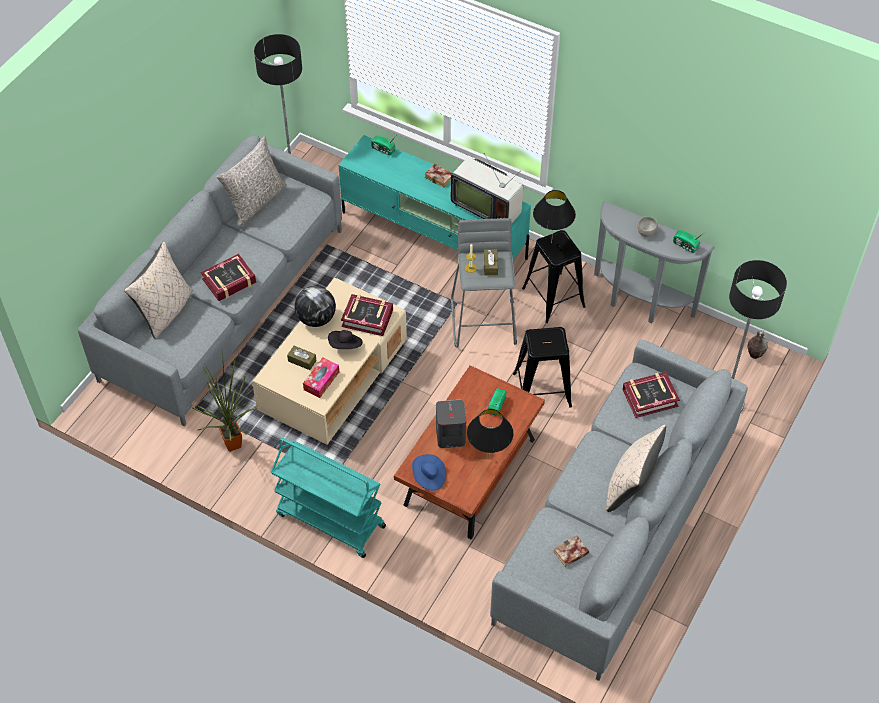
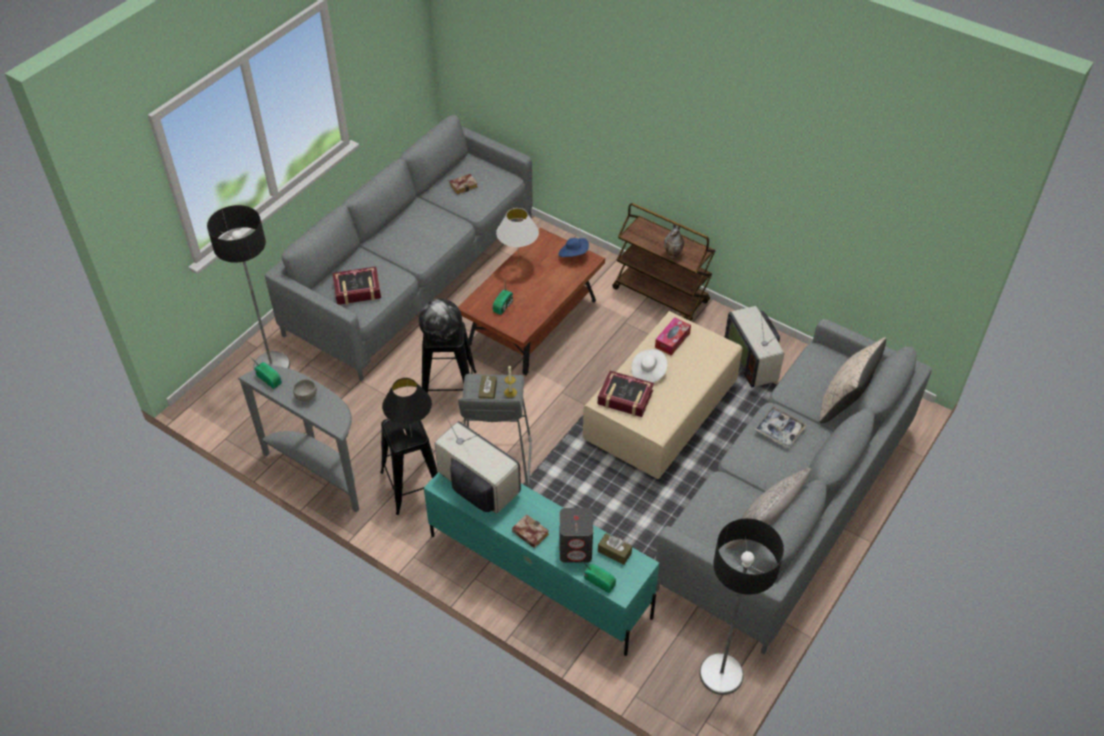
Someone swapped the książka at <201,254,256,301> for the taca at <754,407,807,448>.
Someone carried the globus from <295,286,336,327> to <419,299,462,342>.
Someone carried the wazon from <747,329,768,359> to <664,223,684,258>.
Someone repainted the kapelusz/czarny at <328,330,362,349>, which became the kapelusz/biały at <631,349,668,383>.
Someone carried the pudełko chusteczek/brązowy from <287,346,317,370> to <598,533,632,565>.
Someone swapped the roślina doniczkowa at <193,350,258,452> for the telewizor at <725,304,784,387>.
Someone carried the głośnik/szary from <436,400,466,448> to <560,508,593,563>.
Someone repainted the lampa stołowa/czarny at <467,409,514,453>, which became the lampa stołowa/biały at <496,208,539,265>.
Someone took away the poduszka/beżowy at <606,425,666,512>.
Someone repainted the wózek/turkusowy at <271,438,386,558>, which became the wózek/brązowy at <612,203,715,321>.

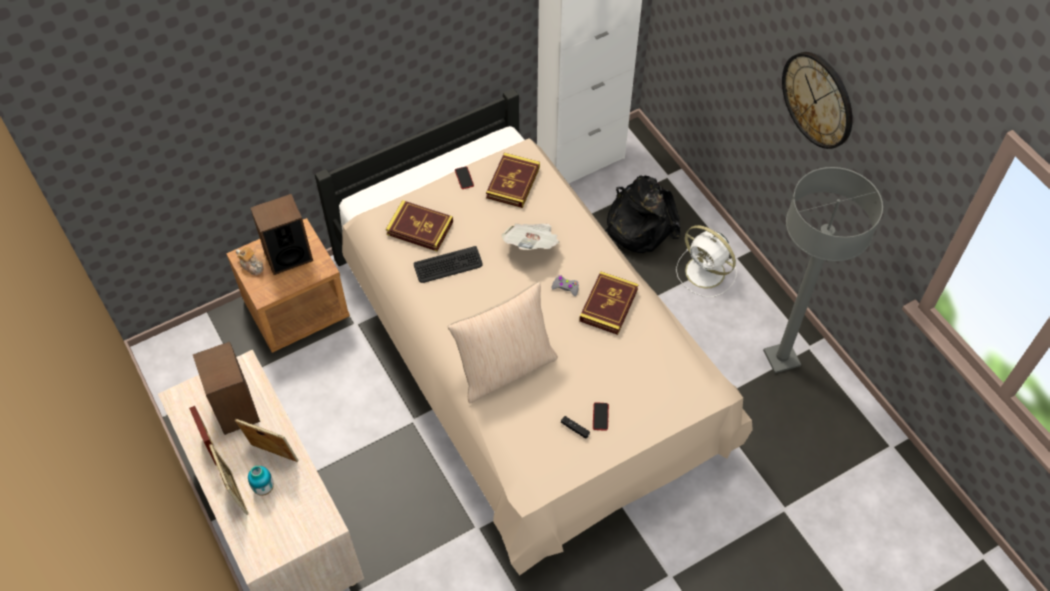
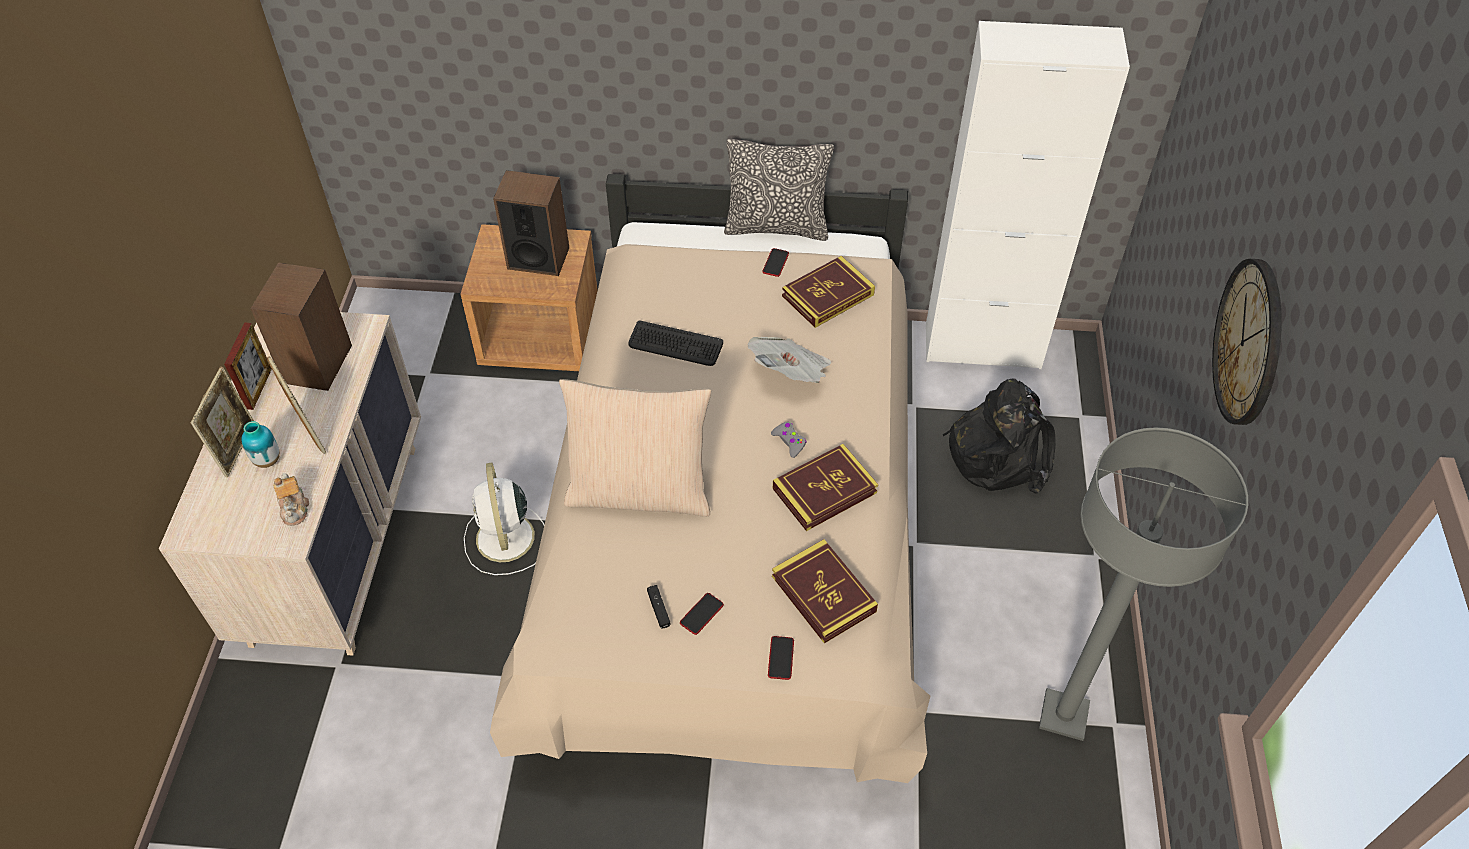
Someone carried the książka from <386,200,453,251> to <772,539,878,643>.
Someone carried the wentylator/biały from <676,225,737,297> to <464,463,544,575>.
Someone carried the imbryk from <236,246,264,276> to <273,473,309,526>.
Someone put down the poduszka at <724,139,834,241>.
Someone put down the telefon at <768,636,794,680>.

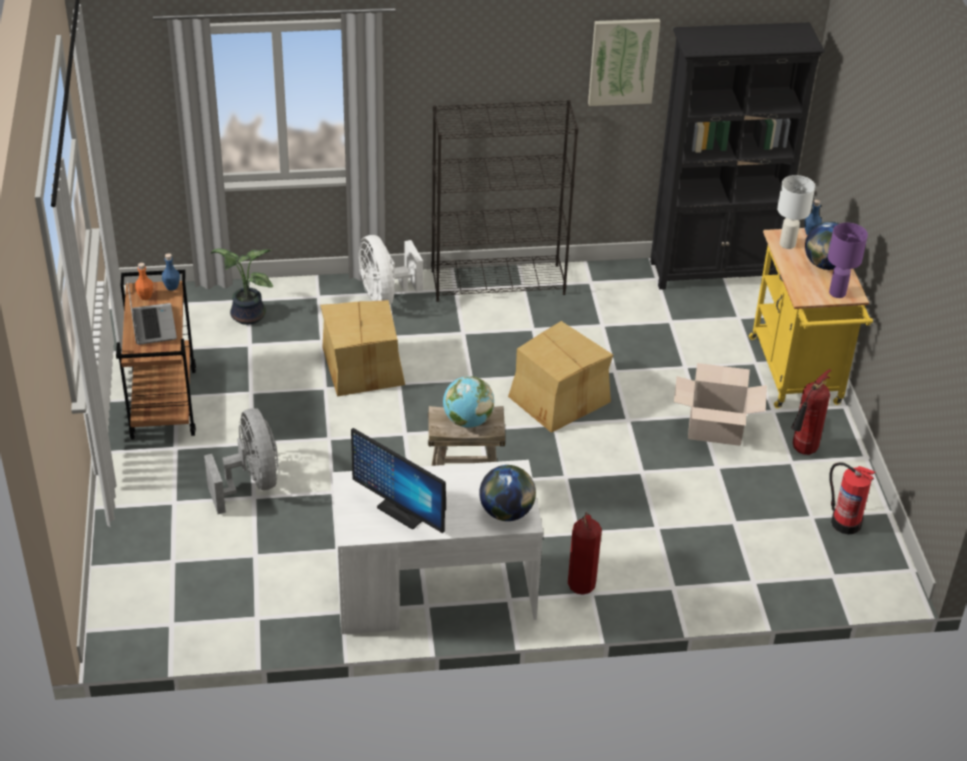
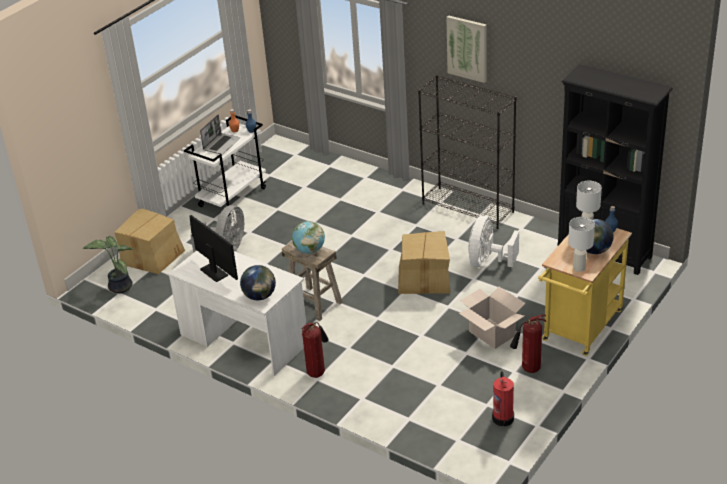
Someone carried the obraz from <588,19,660,106> to <446,15,487,83>.
Someone repainted the lampa stołowa/fioletowy at <828,223,868,298>, which became the lampa stołowa/biały at <568,217,595,272>.
Someone carried the wentylator/biały from <359,235,423,305> to <468,216,519,267>.
Someone carried the roślina doniczkowa from <211,249,273,325> to <83,236,133,294>.
Someone repainted the wózek/brązowy at <116,270,196,440>, which became the wózek/biały at <184,115,266,216>.
Someone carried the karton from <320,300,405,396> to <114,209,185,274>.
Someone rotated the monitor at <351,428,446,533> by 150 degrees clockwise.

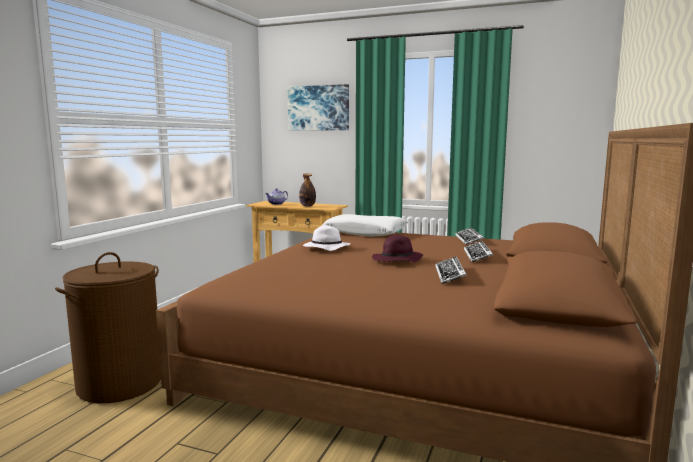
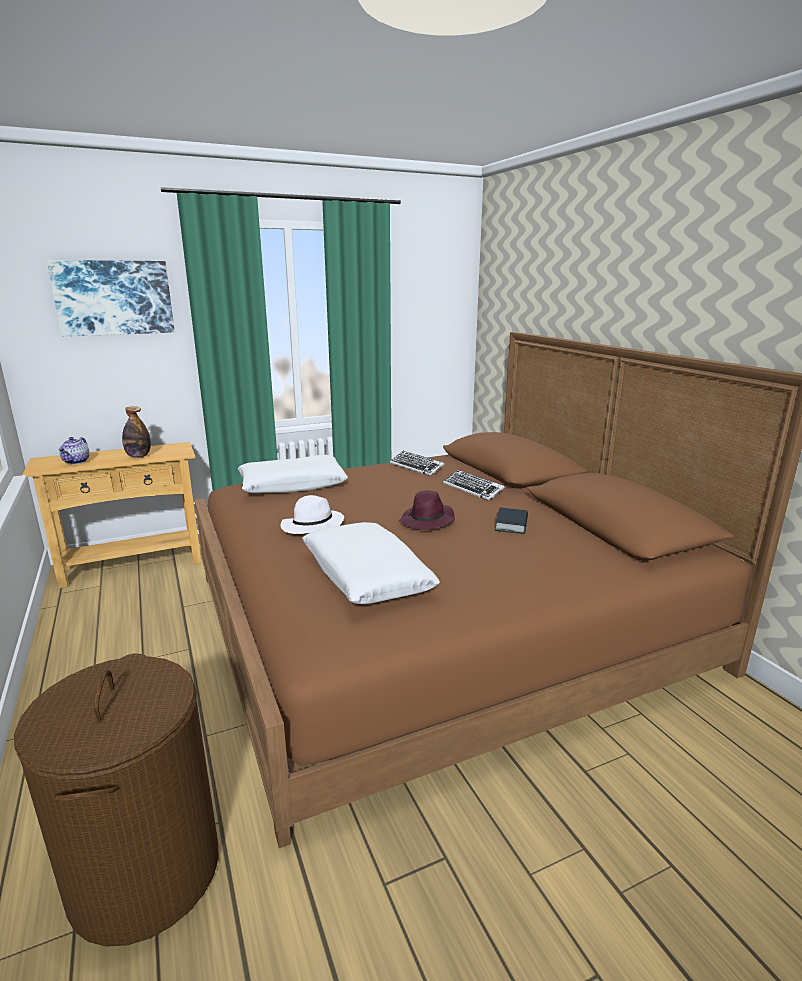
Someone swapped the klawiatura at <435,256,467,284> for the książka at <495,508,528,534>.
Someone put down the poduszka/biały at <302,522,440,604>.

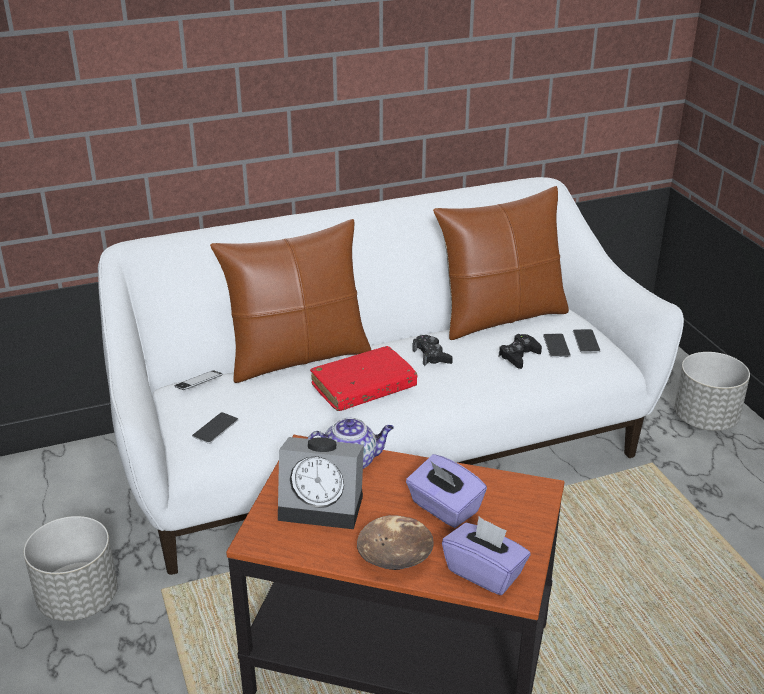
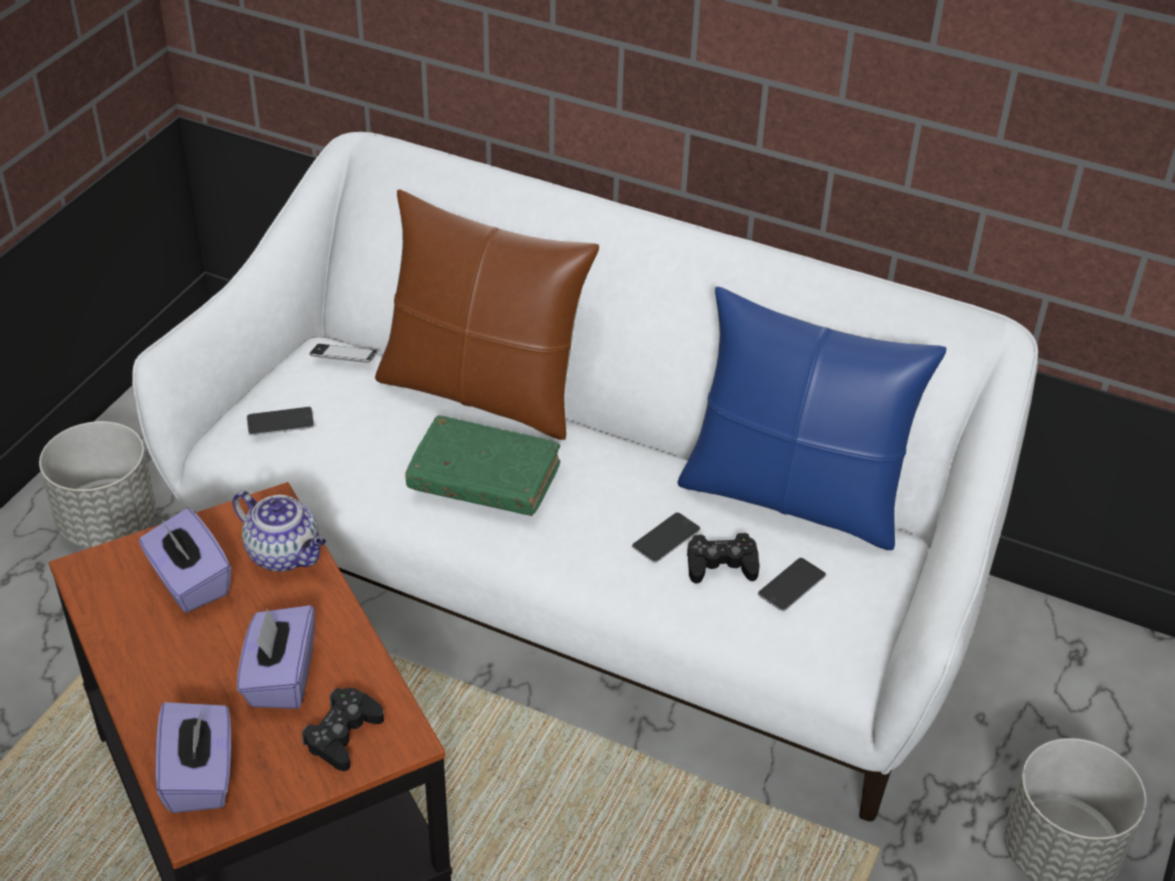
Someone repainted the poduszka/brązowy at <433,186,569,340>, which became the poduszka/niebieski at <677,287,946,550>.
Someone carried the telefon from <573,329,600,353> to <632,512,701,563>.
Someone carried the pad do gier/czarny from <412,335,453,366> to <302,688,384,771>.
Someone repainted the książka/czerwony at <310,346,418,411>, which became the książka/zielony at <405,415,560,516>.
Someone swapped the budzik at <278,437,364,529> for the pudełko chusteczek/fioletowy at <139,508,231,613>.
Someone took away the miska/brązowy at <357,515,434,570>.

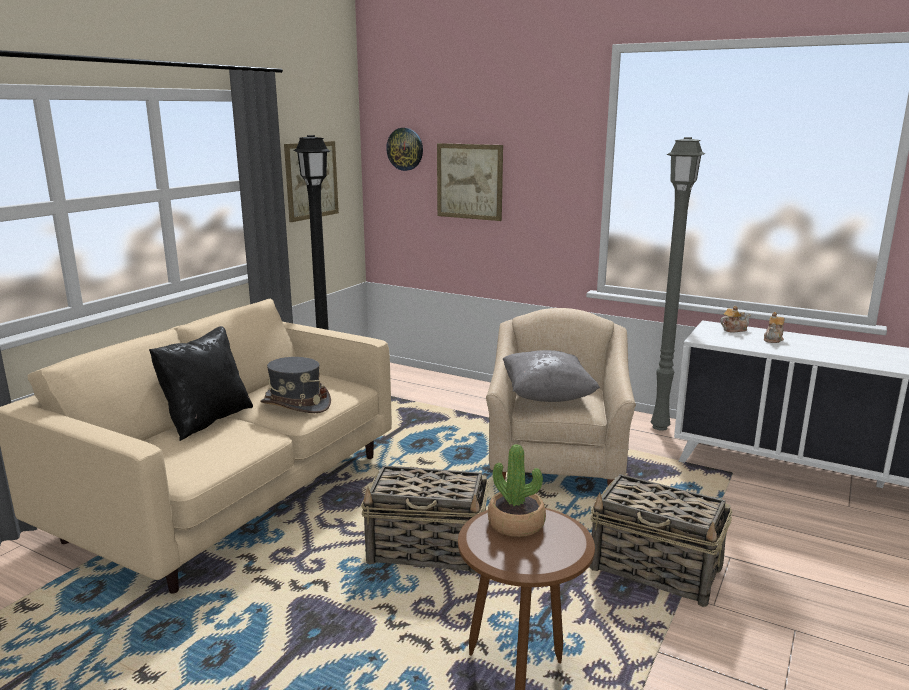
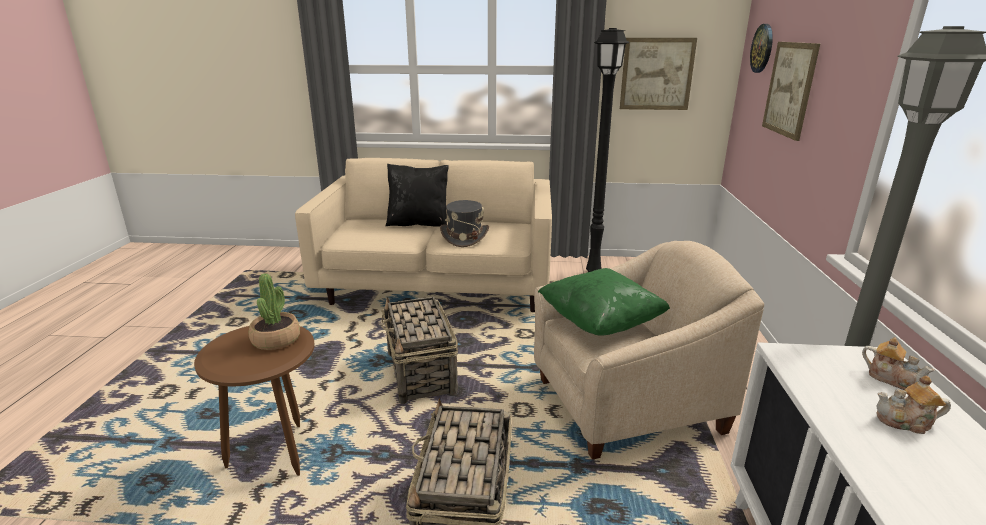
Someone repainted the poduszka/szary at <503,350,600,402>, which became the poduszka/zielony at <538,268,670,336>.

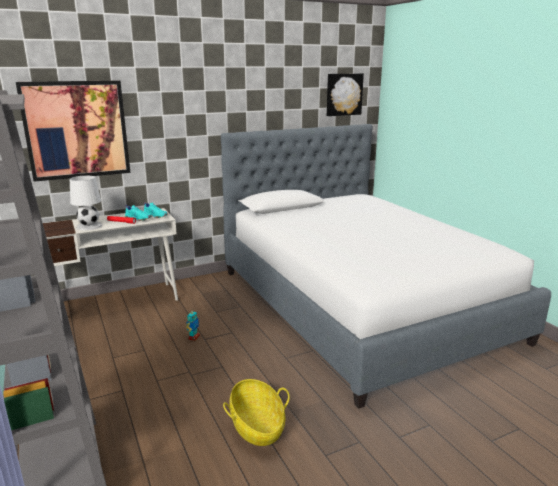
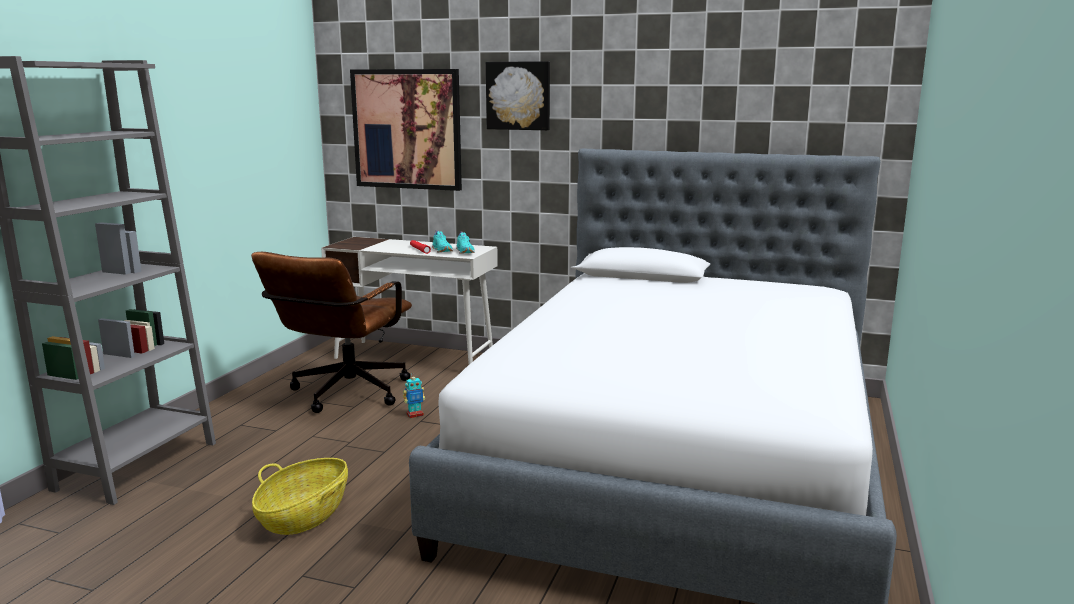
Someone carried the obraz from <327,74,364,116> to <486,61,550,130>.
Someone took away the lampa stołowa/biały at <70,176,102,230>.
Someone put down the krzesło biurowe/brązowy at <251,252,412,413>.

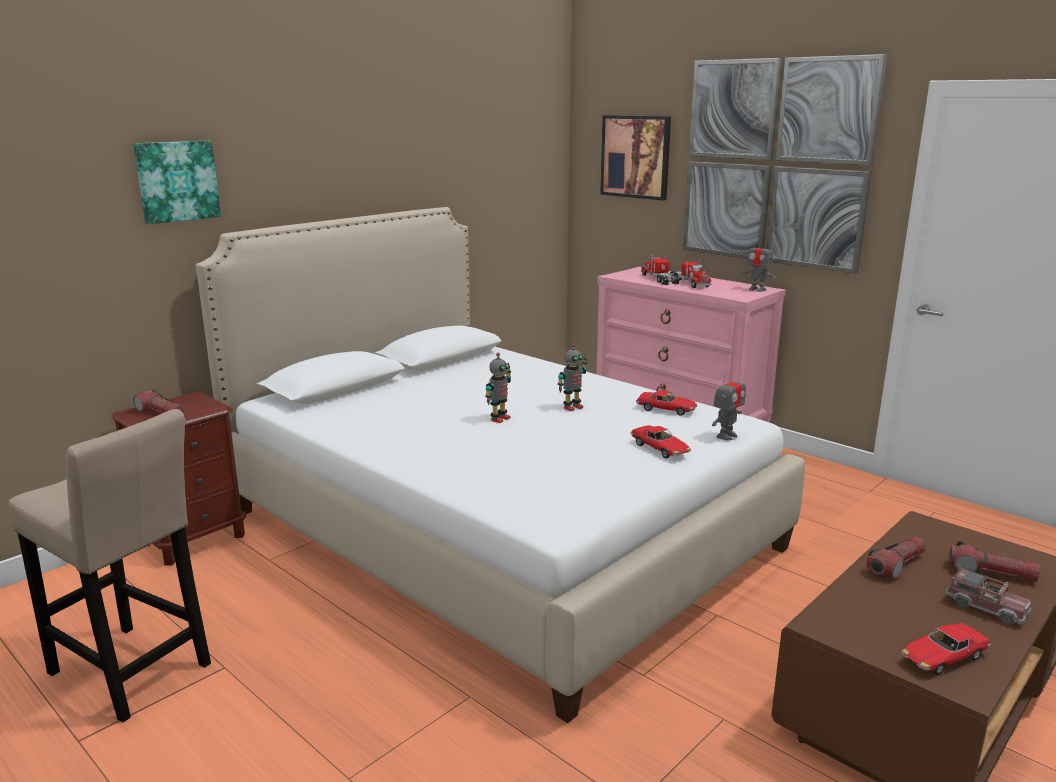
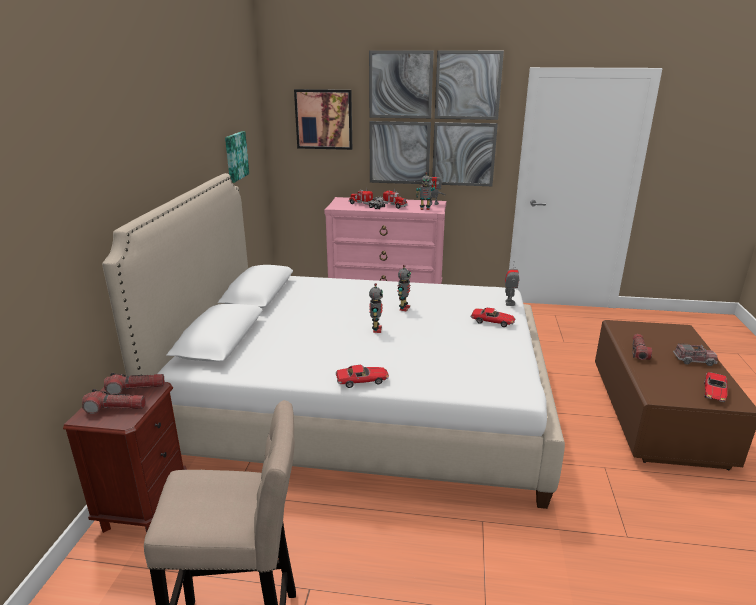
Someone carried the obraz from <133,141,221,224> to <225,131,249,183>.
Someone carried the samochodzik from <636,390,697,416> to <336,365,389,388>.
Someone carried the latarka from <949,541,1040,582> to <104,373,164,395>.
Someone put down the robot zabawkowy at <416,172,436,210>.

